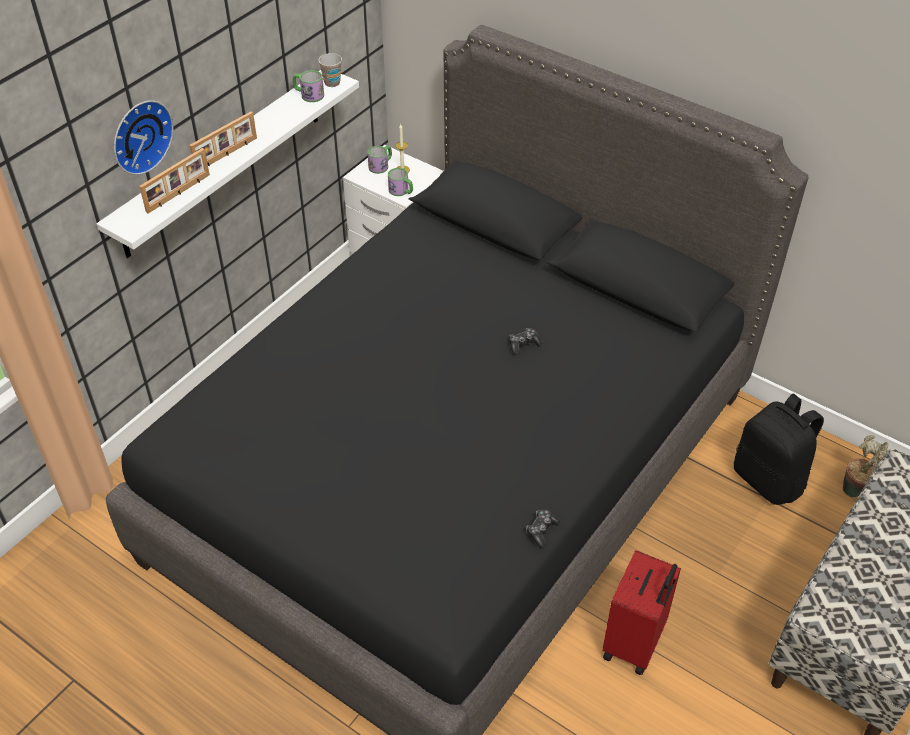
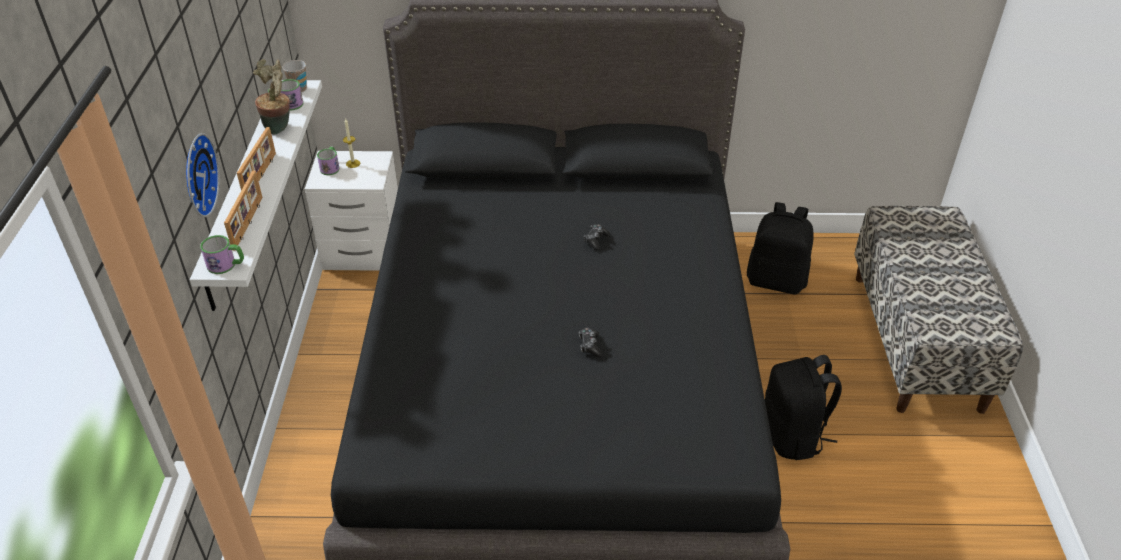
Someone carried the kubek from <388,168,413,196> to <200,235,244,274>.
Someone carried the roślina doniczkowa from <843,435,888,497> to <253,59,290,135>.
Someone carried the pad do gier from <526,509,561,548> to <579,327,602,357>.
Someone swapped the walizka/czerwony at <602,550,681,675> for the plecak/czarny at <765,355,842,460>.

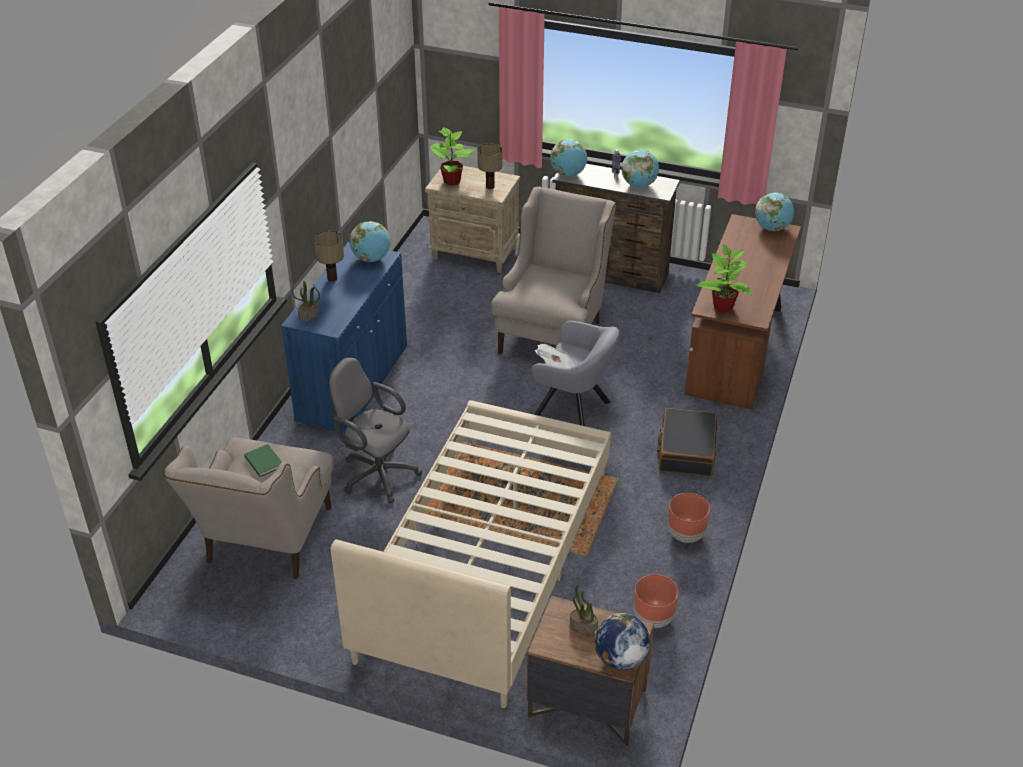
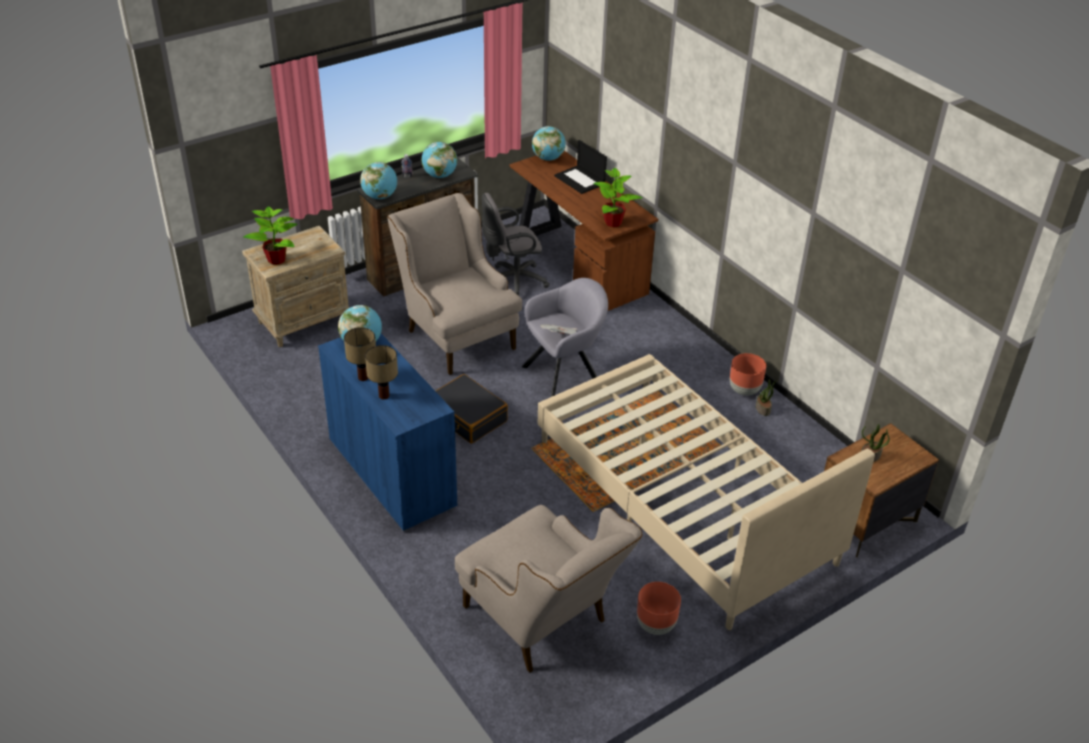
Someone carried the lampa stołowa from <477,143,502,189> to <365,345,398,400>.
Someone carried the roślina doniczkowa from <292,281,320,321> to <756,379,777,416>.
Someone carried the krzesło biurowe/szary from <329,357,422,503> to <482,193,550,296>.
Someone carried the walizka/czarny from <657,408,717,476> to <436,374,508,444>.
Someone took away the książka/zielony at <244,444,282,477>.
Someone carried the donica/brązowy from <634,574,679,628> to <637,582,681,635>.
Someone took away the globus at <594,613,650,670>.
Someone put down the laptop at <554,140,607,194>.

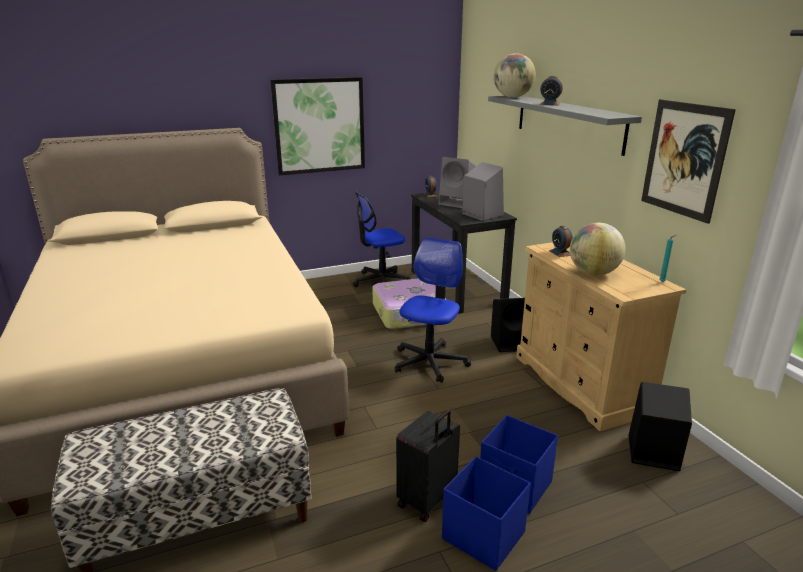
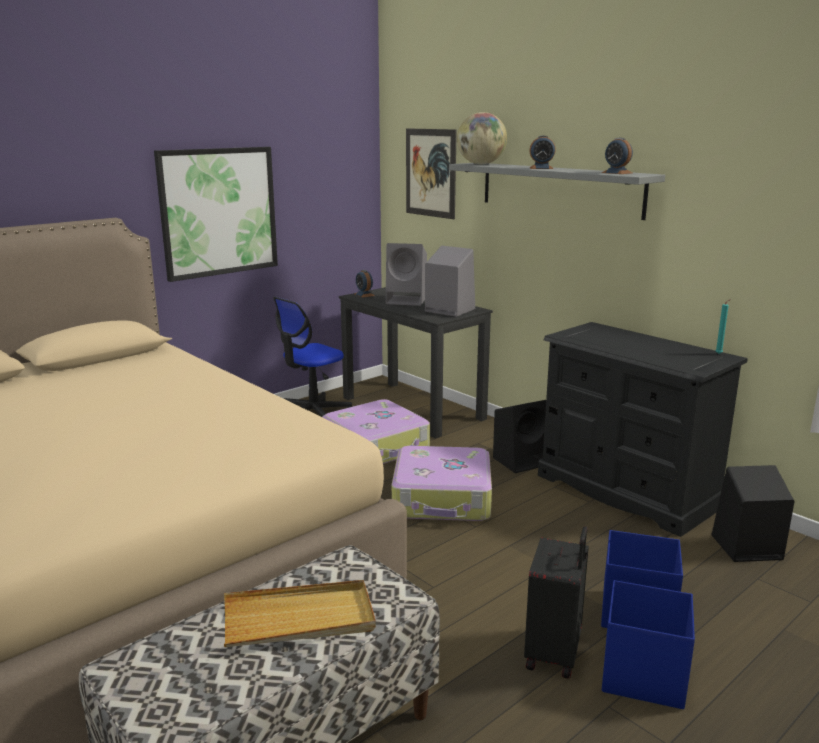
Someone carried the obraz from <641,99,736,224> to <406,128,457,219>.
Someone took away the globus at <570,223,625,275>.
Someone carried the budzik from <549,226,573,257> to <602,138,633,174>.
Someone swapped the krzesło biurowe at <394,237,471,383> for the walizka at <392,446,492,521>.
Someone repainted the komoda/beżowy at <516,242,686,431>, which became the komoda/czarny at <538,322,748,537>.
Someone put down the taca/beżowy at <224,580,376,647>.

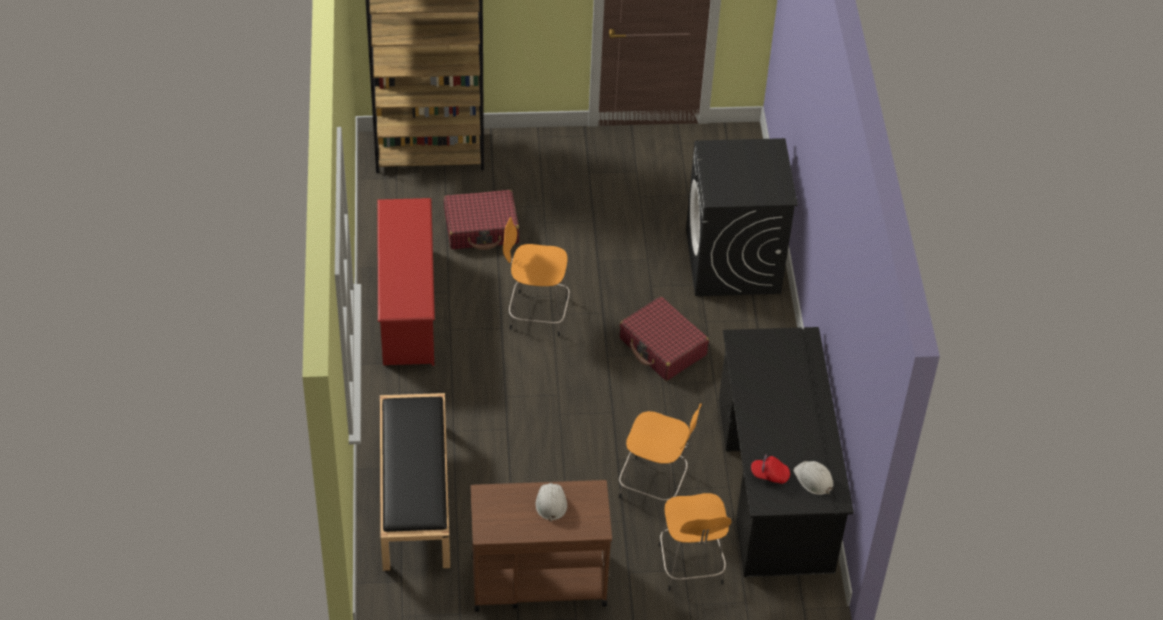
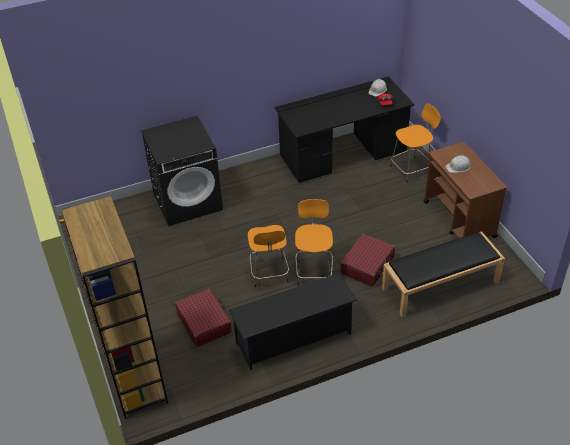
Someone repainted the regał na buty/czerwony at <377,198,435,366>, which became the regał na buty/czarny at <229,273,357,370>.
Someone carried the walizka/czerwony from <620,297,709,381> to <340,233,395,286>.
Someone carried the stołek/pomarańczowy from <619,403,702,501> to <295,199,333,286>.

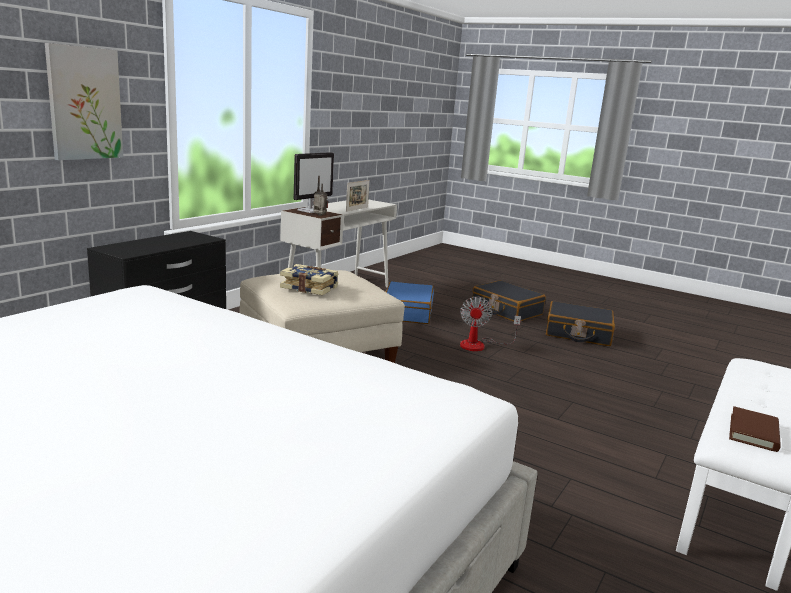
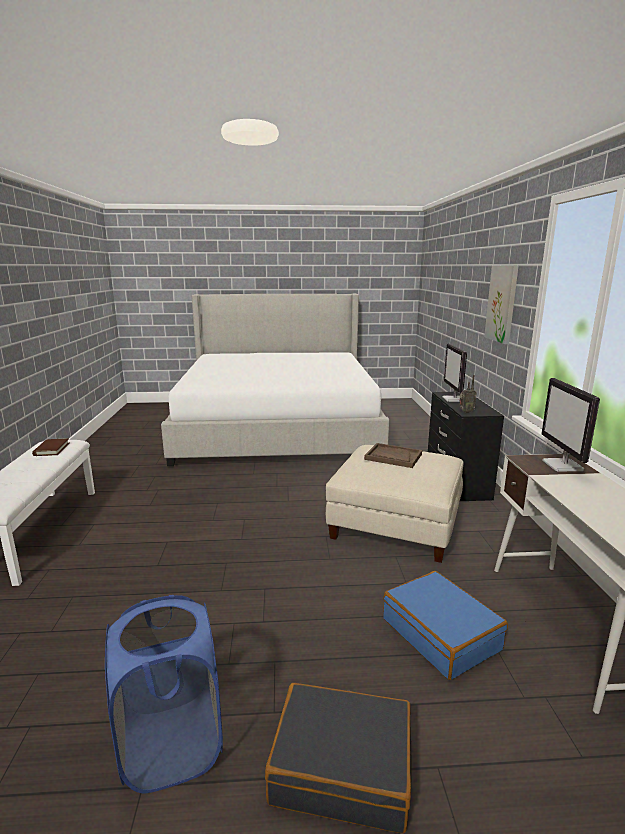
Someone carried the radio from <313,176,329,216> to <459,375,477,413>.
Someone took away the ramka na zdjęcie at <346,180,370,212>.
Someone swapped the książka at <280,264,339,295> for the taca/brązowy at <364,443,422,468>.
Someone took away the wentylator at <460,296,521,351>.
Someone swapped the walizka/czarny at <546,301,615,346> for the kosz na pranie/niebieski at <105,595,223,793>.
Someone put down the monitor at <442,343,467,402>.

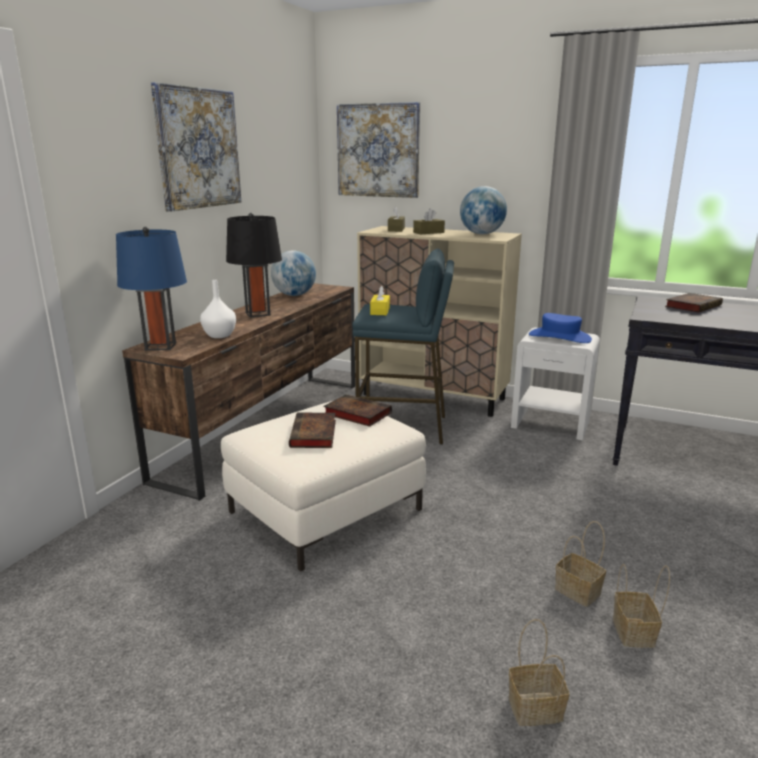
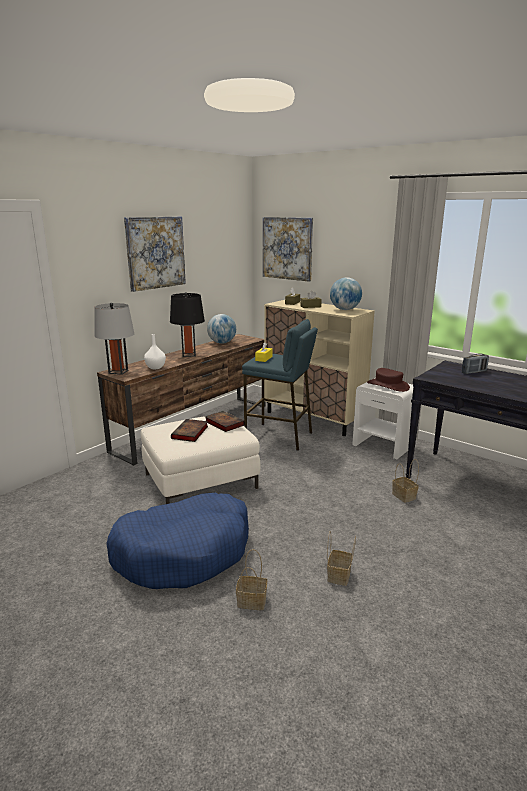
Someone repainted the lampa stołowa/niebieski at <116,227,187,351>, which became the lampa stołowa/szary at <94,302,134,375>.
Someone swapped the książka at <665,293,723,313> for the radio at <462,354,489,374>.
Someone repainted the kapelusz/niebieski at <529,313,592,343>, which became the kapelusz/brązowy at <367,368,410,392>.
Someone carried the koszyk from <555,521,606,607> to <392,459,419,503>.
Someone put down the legowisko/niebieski at <106,493,249,589>.

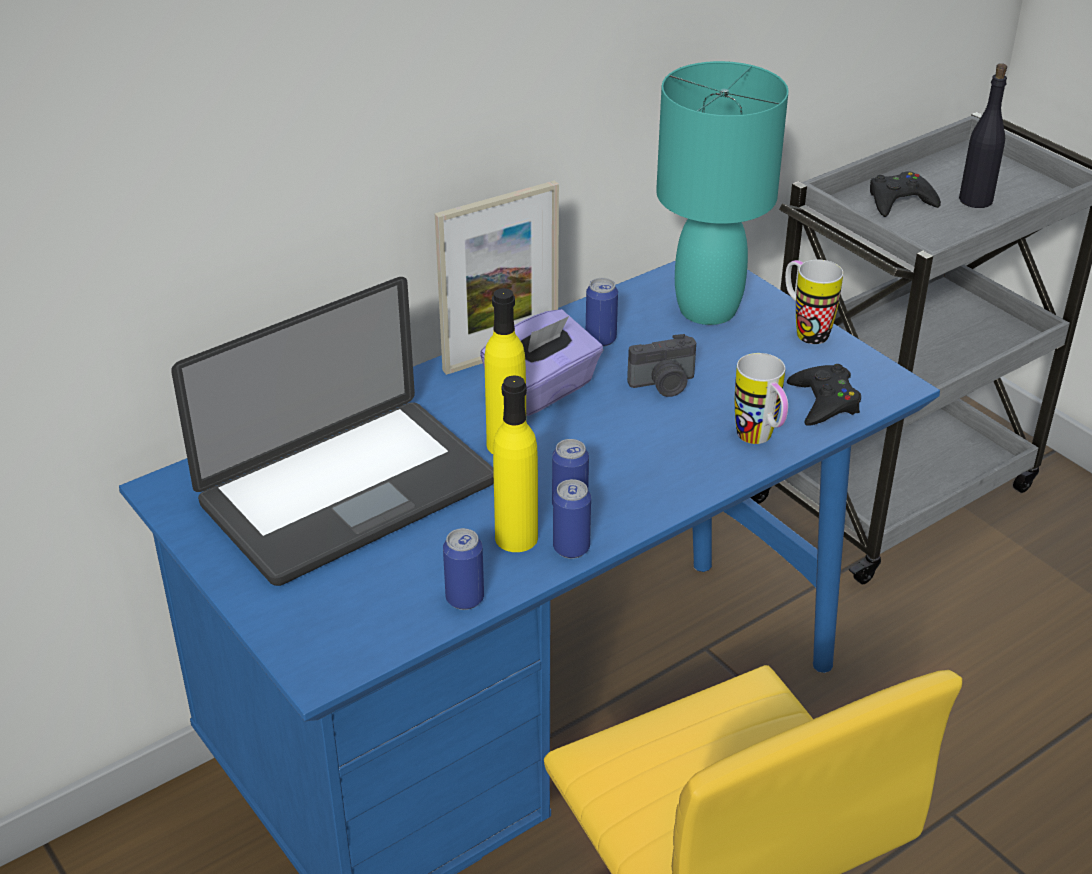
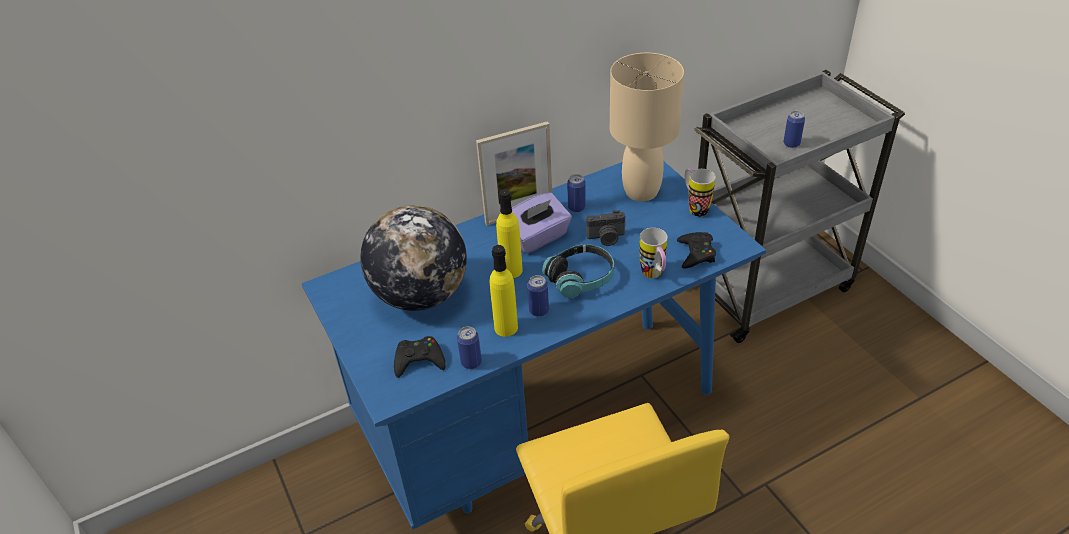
Someone repainted the lampa stołowa/turkusowy at <656,61,789,325>, which became the lampa stołowa/beżowy at <610,53,684,201>.
Someone took away the butelka/czarny at <959,63,1007,208>.
Someone carried the pad do gier/czarny from <870,172,941,217> to <394,336,446,378>.
Someone swapped the laptop at <171,277,494,586> for the globus at <360,205,467,311>.
Someone carried the puszka from <553,479,591,559> to <783,111,805,148>.
Someone put down the słuchawki at <542,244,614,298>.

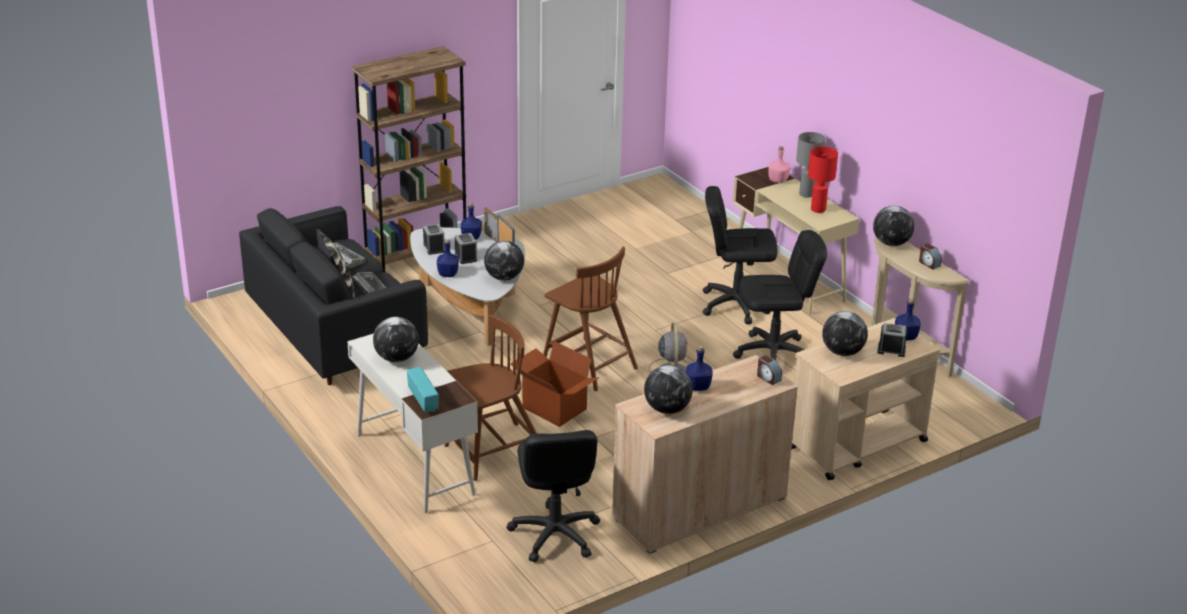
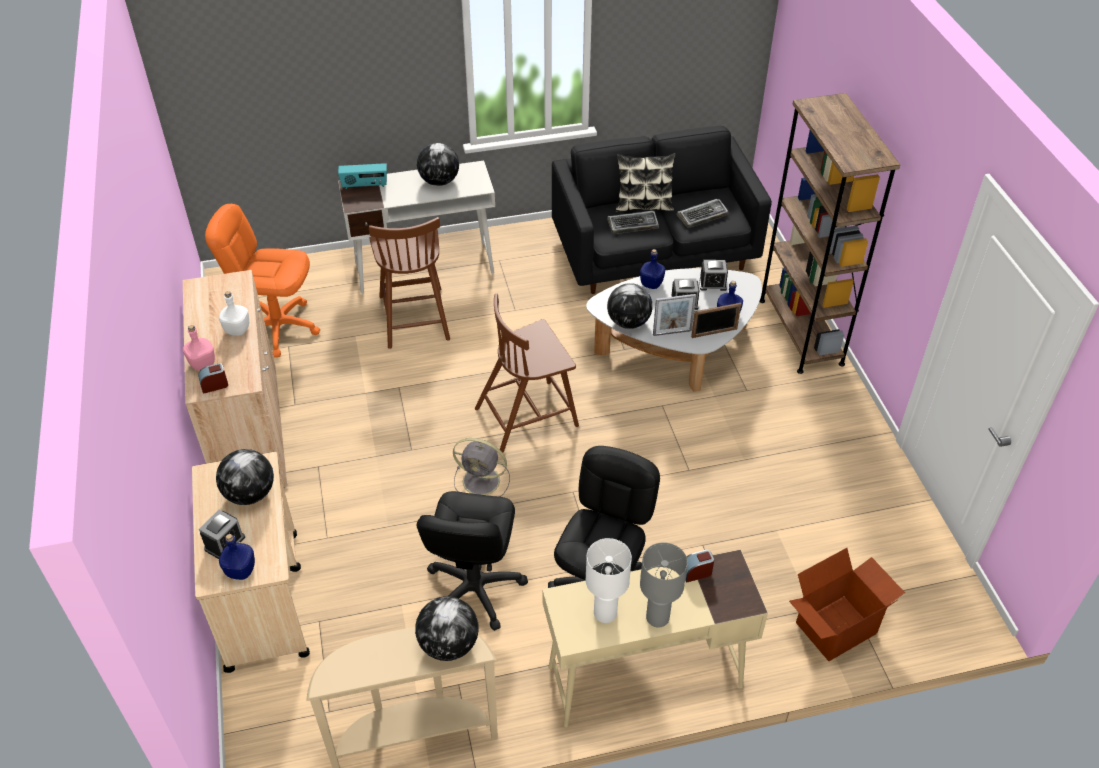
Someone carried the butelka/różowy from <768,146,791,183> to <183,325,215,371>.
Someone repainted the lampa stołowa/czerwony at <808,146,838,213>, which became the lampa stołowa/biały at <586,538,632,623>.
Someone carried the budzik from <919,244,942,270> to <685,550,714,583>.
Someone carried the karton from <510,341,600,427> to <789,548,905,661>.
Someone repainted the butelka/niebieski at <686,346,713,391>, which became the butelka/biały at <219,291,249,336>.
Someone took away the globus at <644,365,693,414>.
Someone repainted the krzesło biurowe/czarny at <506,430,600,562>, which became the krzesło biurowe/pomarańczowy at <205,204,320,357>.

